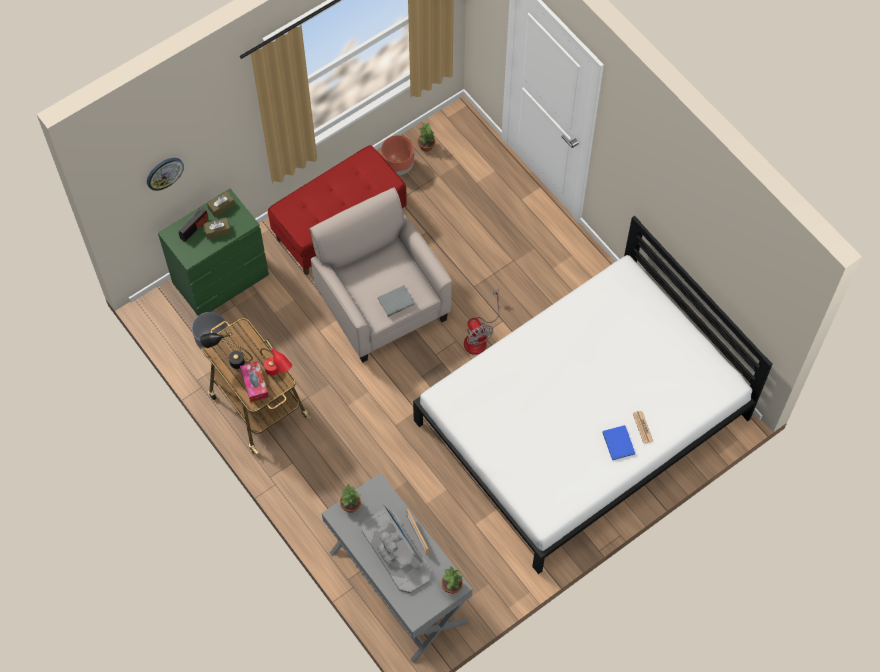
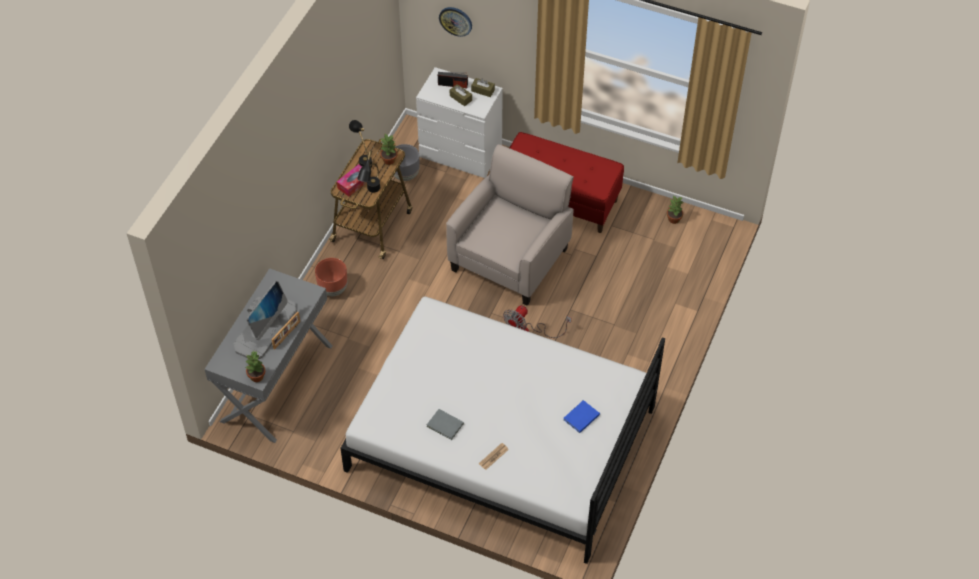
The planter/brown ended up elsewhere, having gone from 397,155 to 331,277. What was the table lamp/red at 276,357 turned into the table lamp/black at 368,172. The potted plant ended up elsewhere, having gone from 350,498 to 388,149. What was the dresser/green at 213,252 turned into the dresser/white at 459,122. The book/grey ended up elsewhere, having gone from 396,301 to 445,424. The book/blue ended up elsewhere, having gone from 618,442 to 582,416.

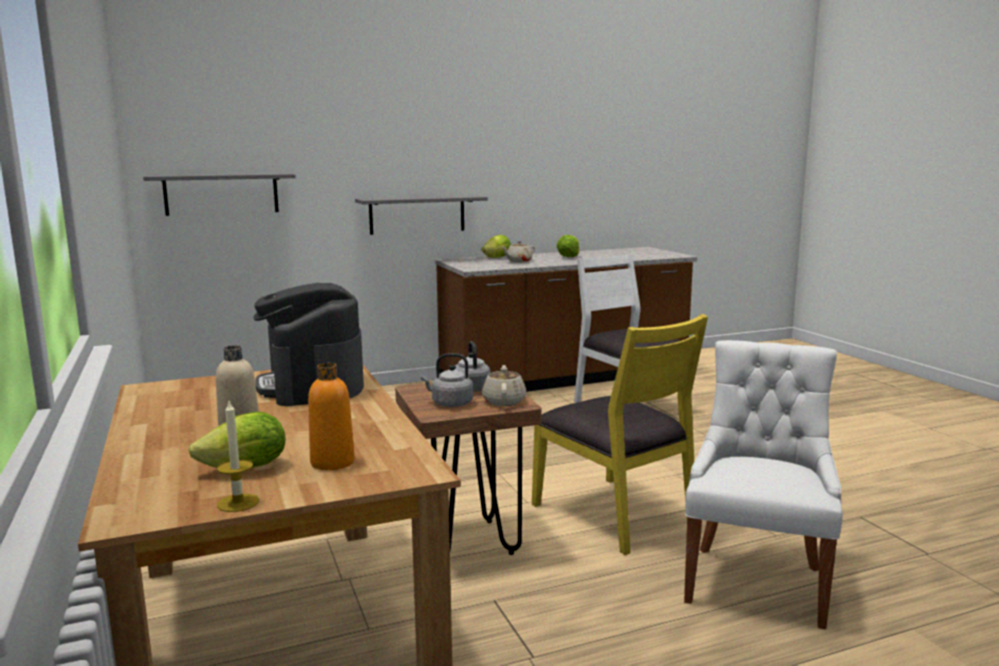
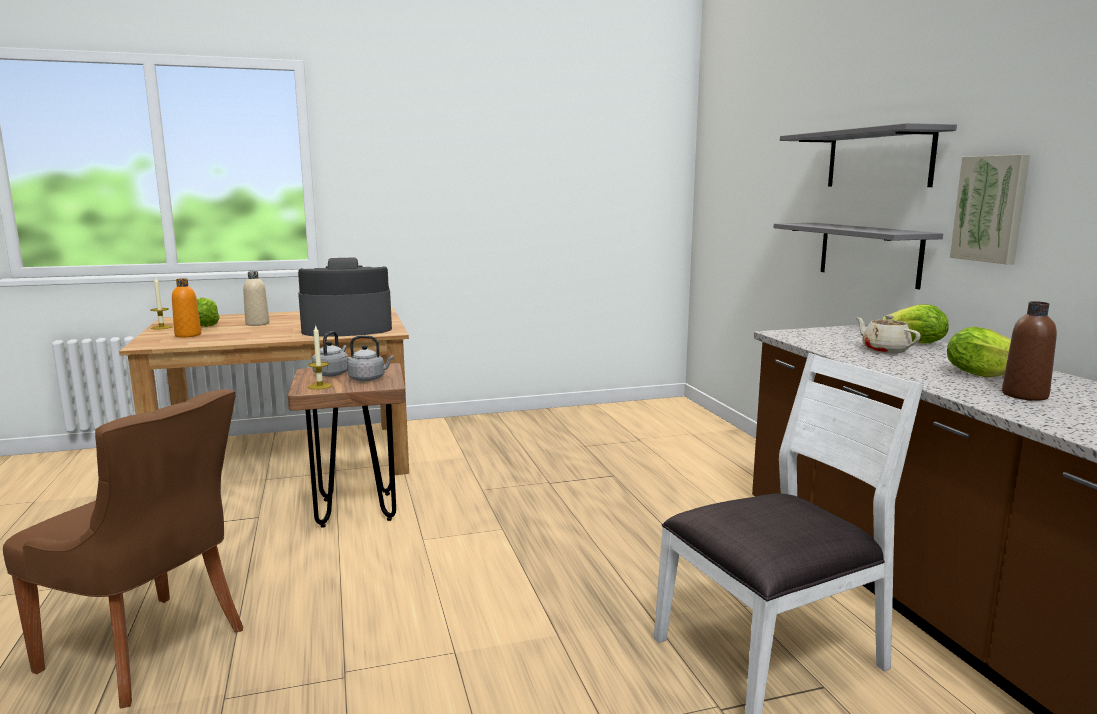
What was the chair/white at 763,484 turned into the chair/brown at 123,548. Where the teapot/beige stood at 504,385, the candle came to stand at 320,357. The shelf/grey ended up elsewhere, having gone from 219,194 to 868,155. The second view gained the picture at 990,209. The second view gained the bottle/brown at 1029,351. The second view lost the chair/yellow at 620,434.

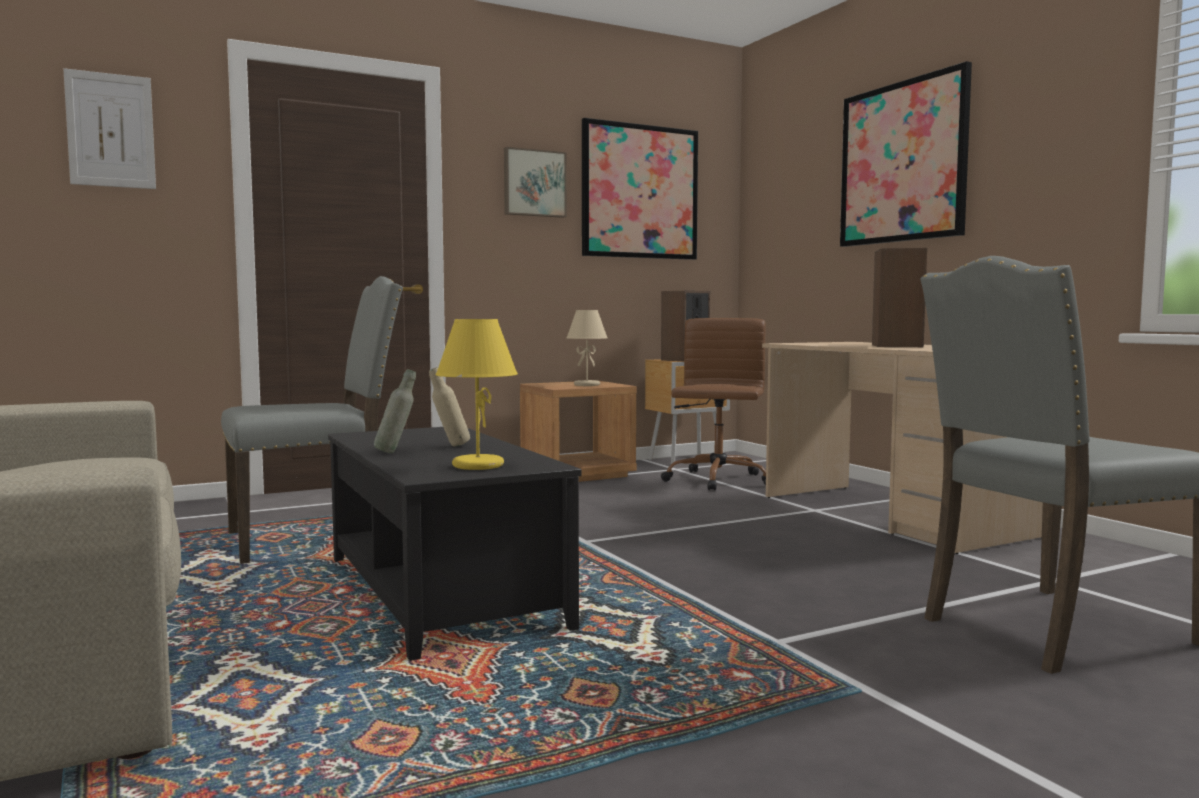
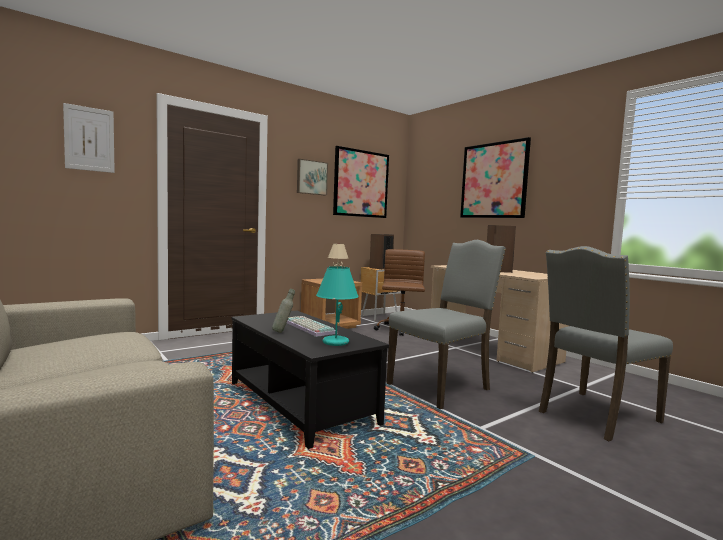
Where the bottle/beige stood at 449,407, the keyboard came to stand at 312,326. What was the table lamp/yellow at 476,394 turned into the table lamp/turquoise at 337,306. The chair/grey ended up elsewhere, having gone from 312,420 to 446,324.

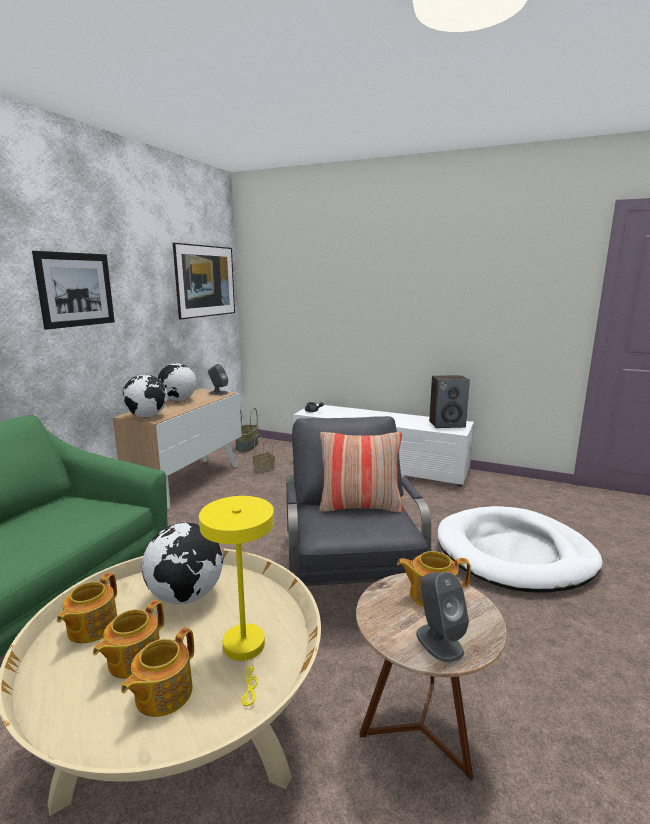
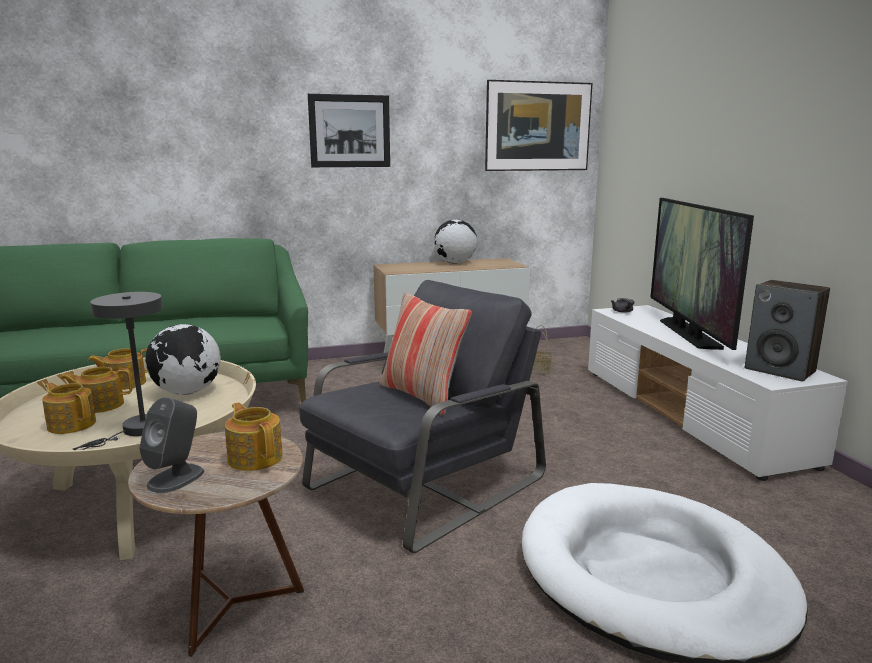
The teapot at 157,672 ended up facing another way, 45 degrees clockwise from before. What was the table lamp/yellow at 236,601 turned into the table lamp/grey at 118,371. The second view gained the television at 702,274. The second view lost the globe at 145,396. The second view lost the speaker/grey at 218,379. The second view lost the basket at 246,430.

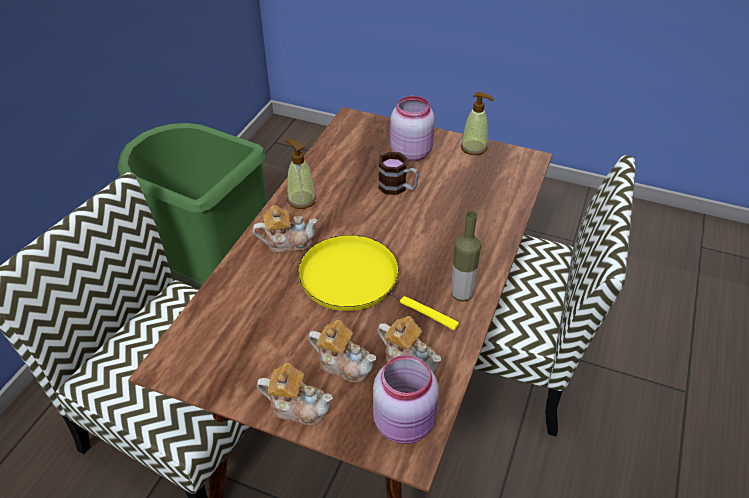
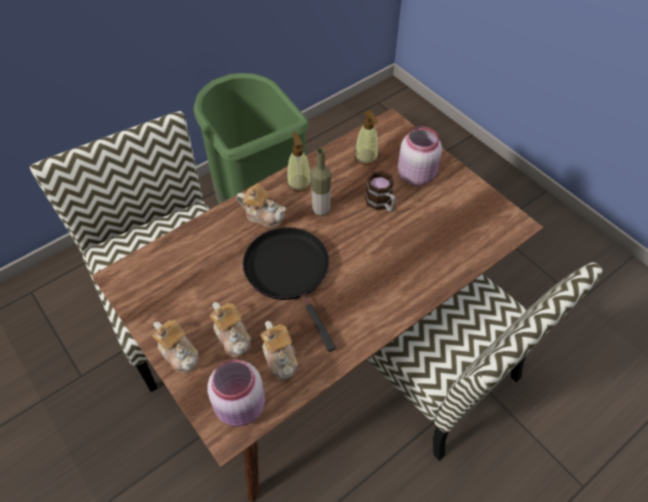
What was the frying pan/yellow at 378,282 turned into the frying pan/black at 289,289. The bottle ended up elsewhere, having gone from 466,256 to 321,182. The soap dispenser ended up elsewhere, having gone from 478,123 to 366,138.

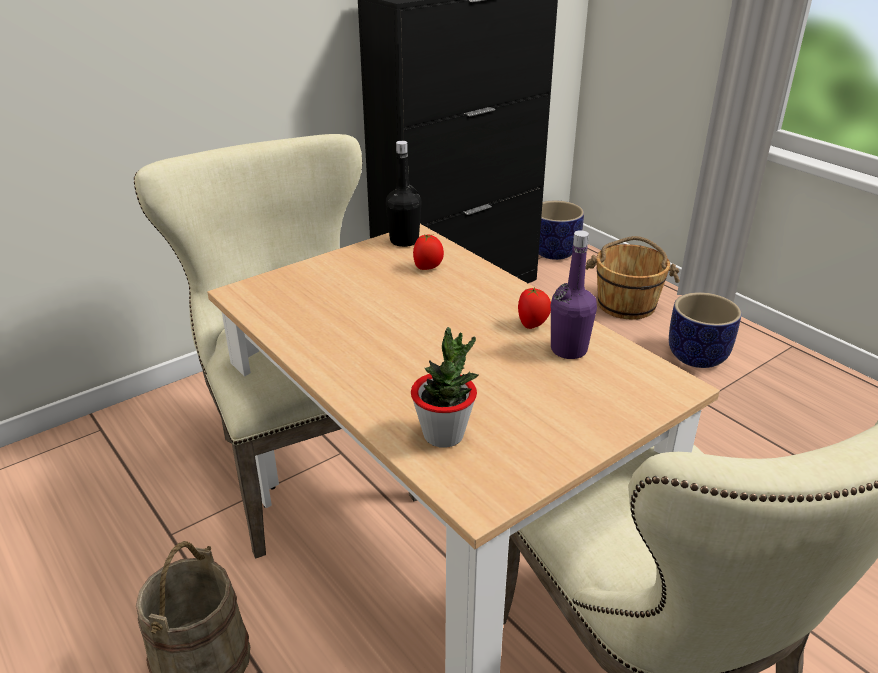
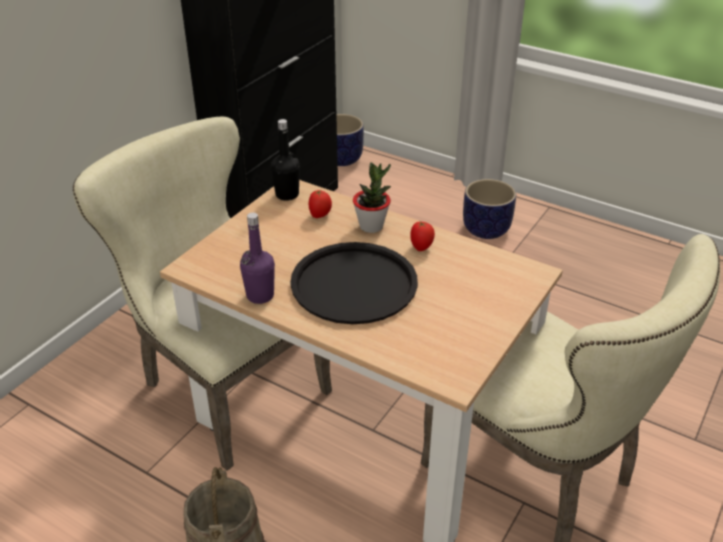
The bottle/purple ended up elsewhere, having gone from 574,294 to 257,258. The second view gained the tray/black at 354,283. The potted plant ended up elsewhere, having gone from 444,387 to 372,197. The second view lost the bucket/brown at 632,278.

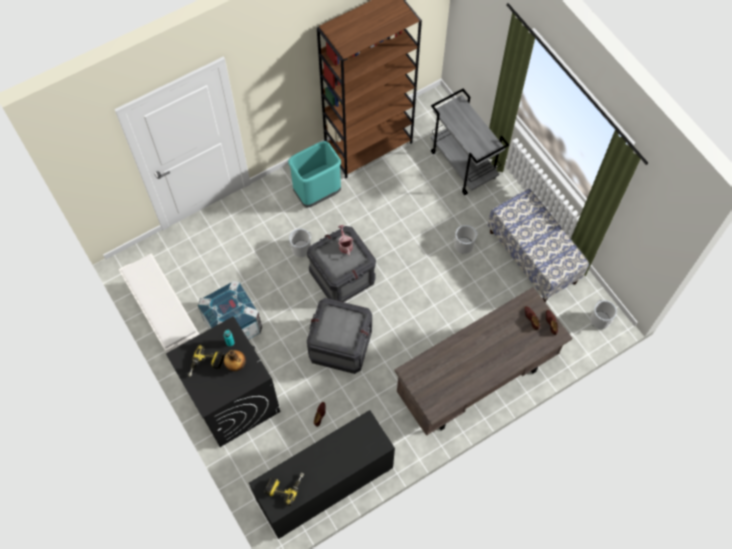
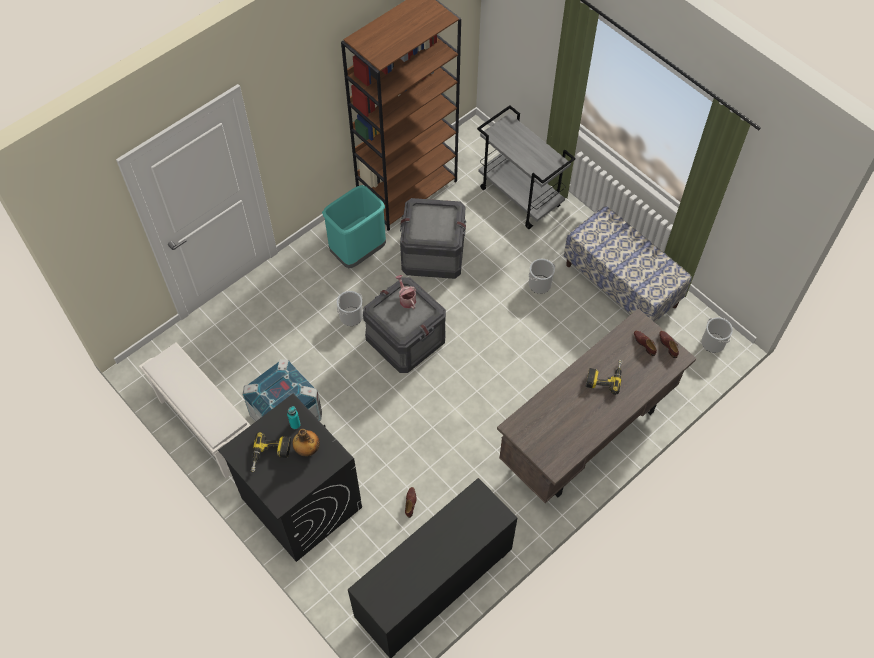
The crate ended up elsewhere, having gone from 339,336 to 433,238. The power drill ended up elsewhere, having gone from 284,489 to 604,377.

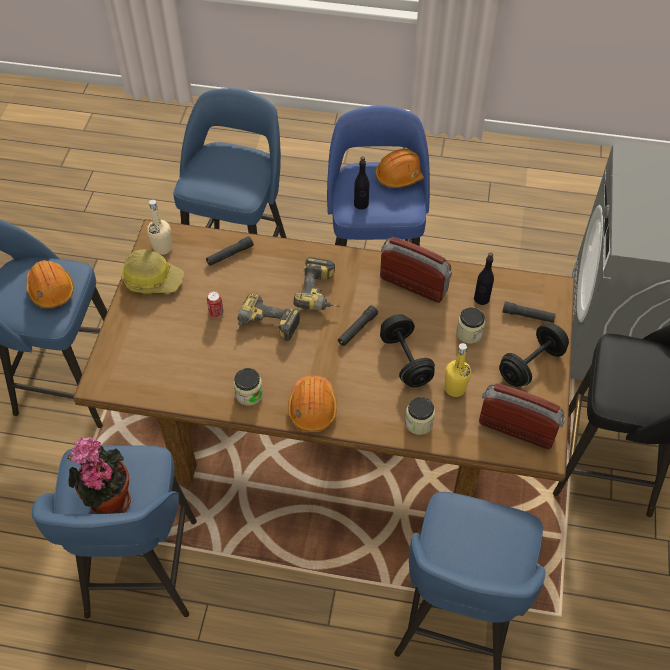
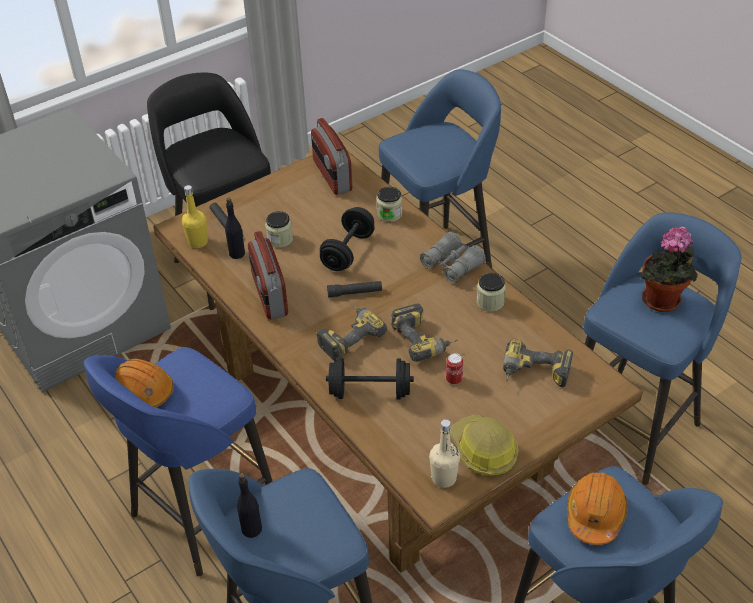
The bottle/yellow ended up elsewhere, having gone from 458,370 to 195,216. The bottle/black ended up elsewhere, having gone from 361,183 to 249,505. The dumbbell/black ended up elsewhere, having gone from 534,355 to 370,378. Where the hard hat/orange stood at 312,404, the binoculars/grey came to stand at 453,257. The second view gained the power drill at 538,363. The second view lost the flashlight/black at 230,251.

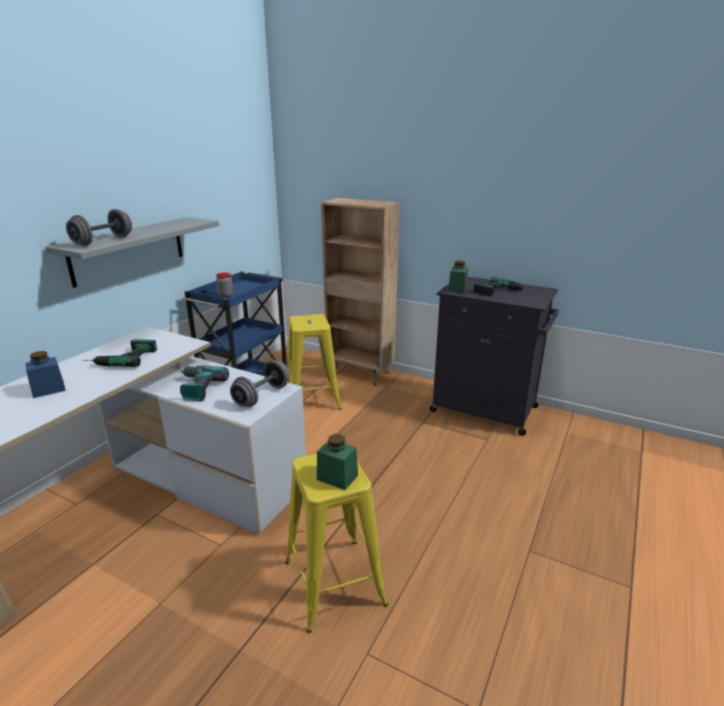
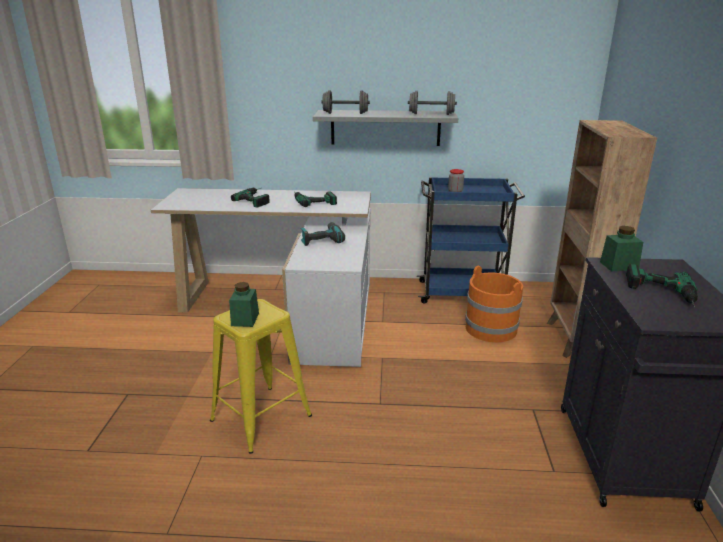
Where the jar/blue stood at 46,374, the power drill came to stand at 250,198. The dumbbell/grey ended up elsewhere, having gone from 260,383 to 432,103. Where the stool/yellow stood at 314,362, the bucket/orange came to stand at 494,304.

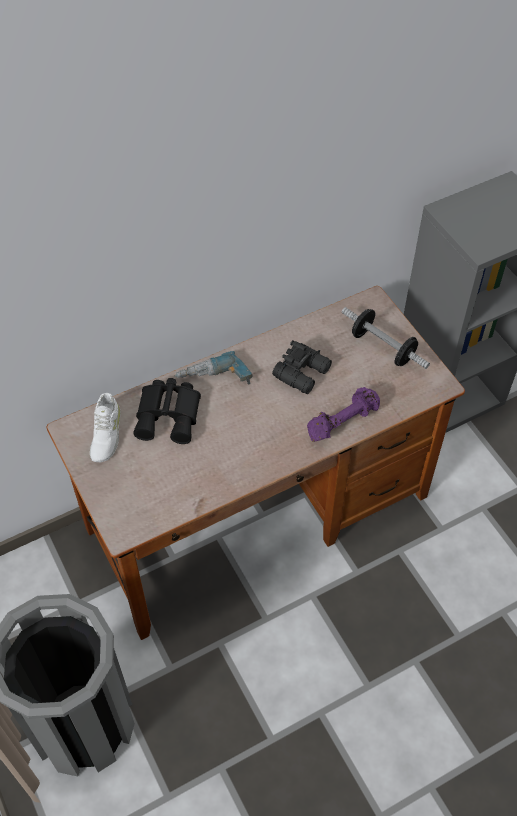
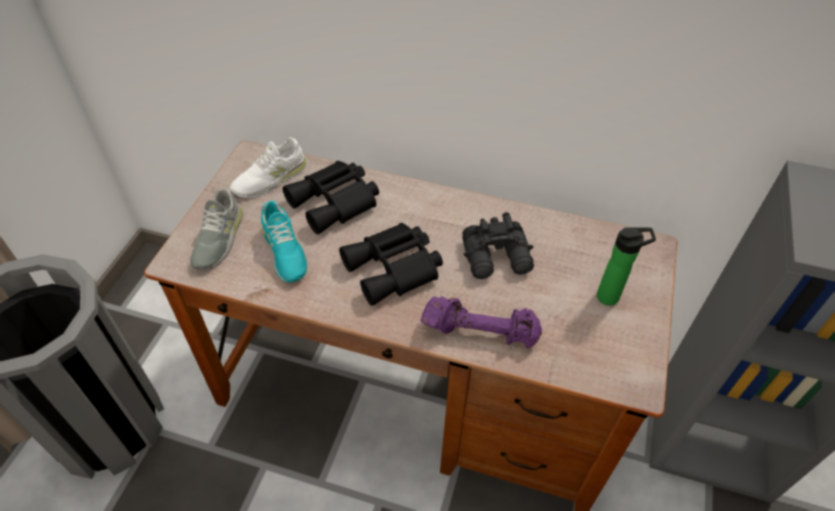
The second view gained the shoe/grey at 216,229. The second view gained the shoe/turquoise at 284,242. The second view gained the binoculars/black at 391,264. Where the dumbbell stood at 386,338, the bottle came to stand at 626,266. The second view lost the power drill at 213,367.

